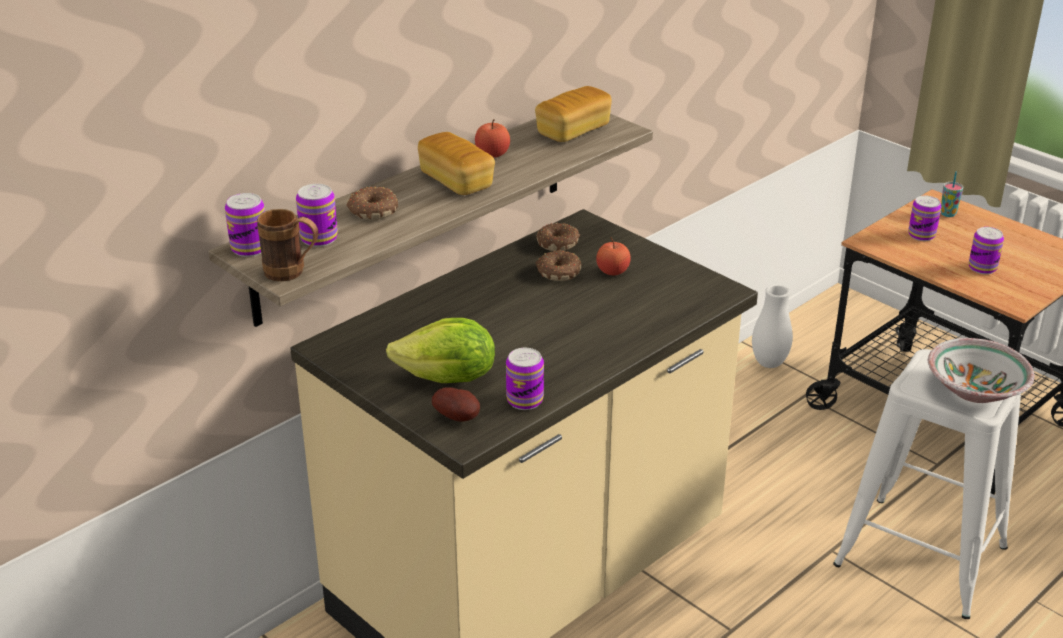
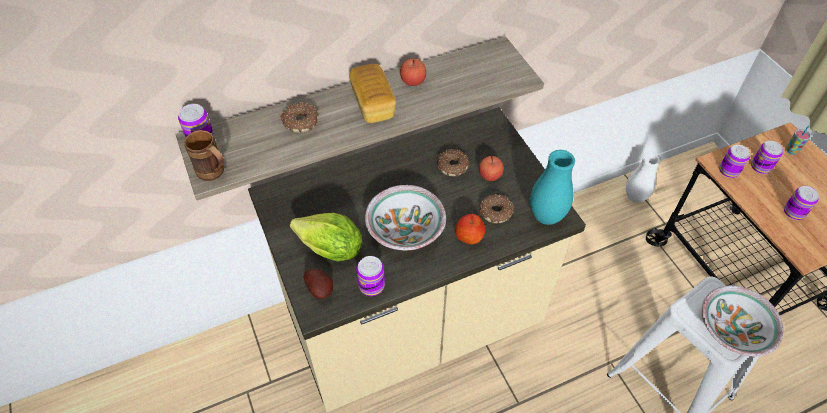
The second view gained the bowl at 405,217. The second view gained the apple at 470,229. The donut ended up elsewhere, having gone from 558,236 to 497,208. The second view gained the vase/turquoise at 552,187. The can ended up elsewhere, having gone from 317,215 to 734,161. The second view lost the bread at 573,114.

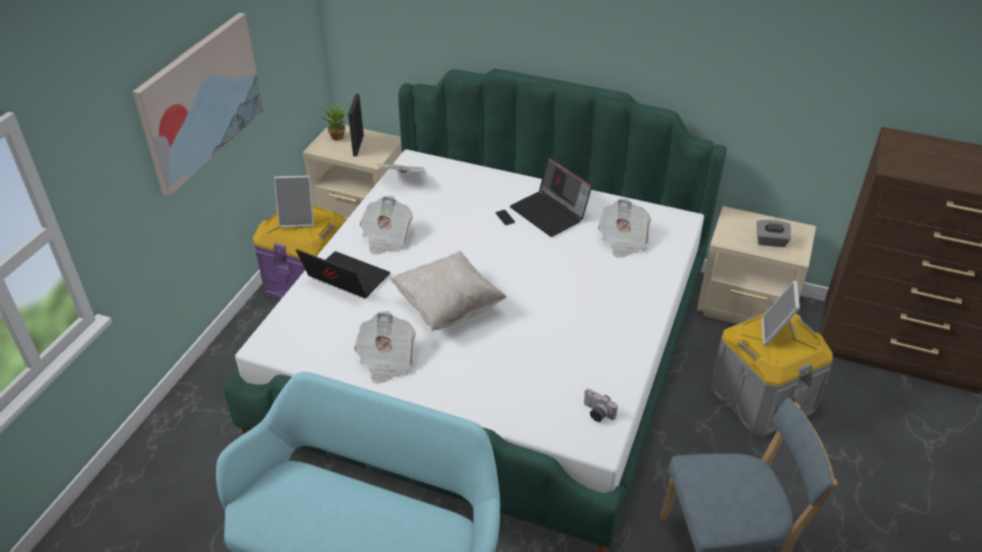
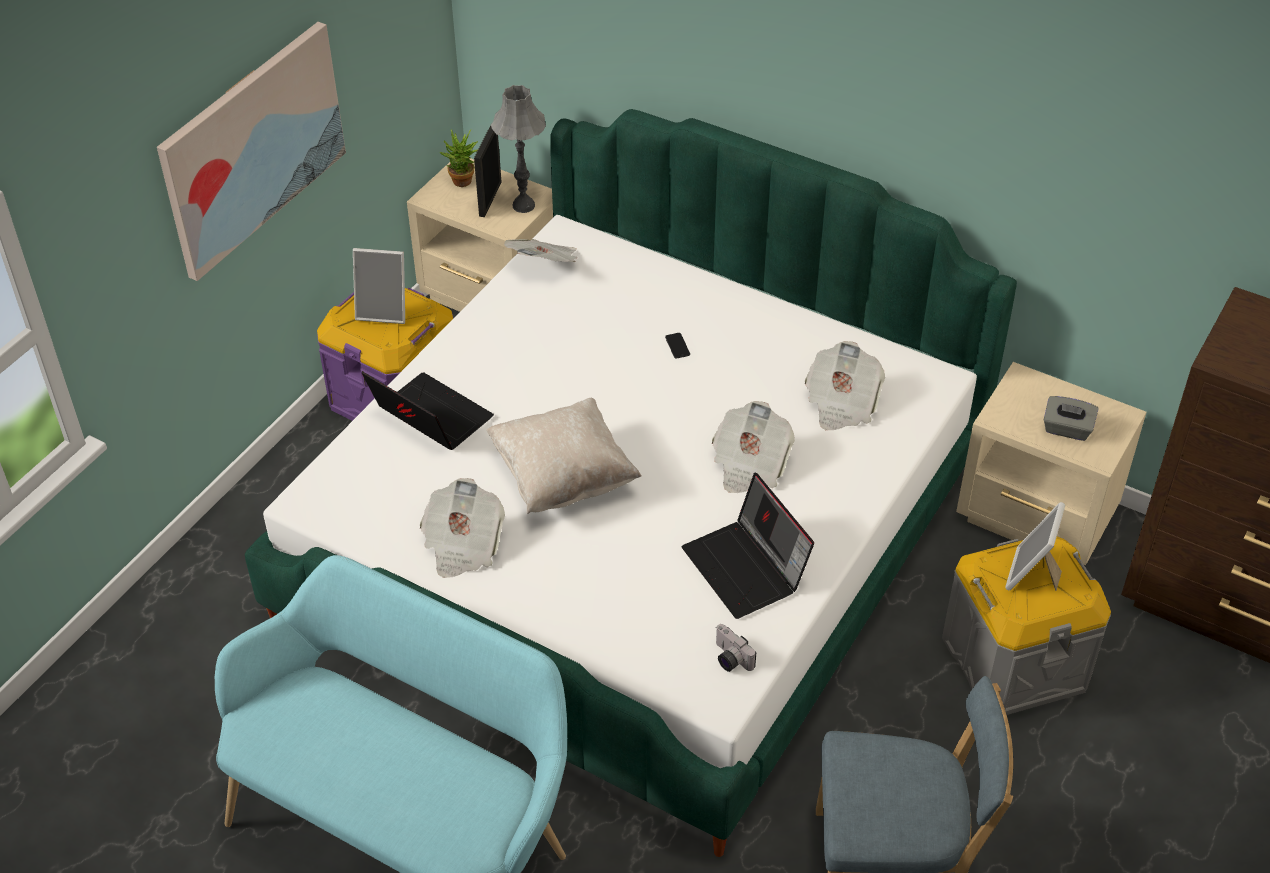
The second view gained the table lamp/grey at 518,149. The laptop ended up elsewhere, having gone from 551,196 to 748,545. The newspaper ended up elsewhere, having gone from 386,225 to 753,447.

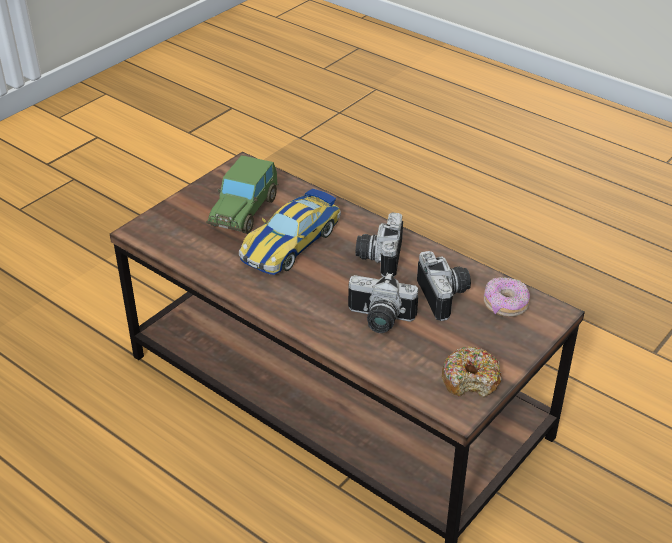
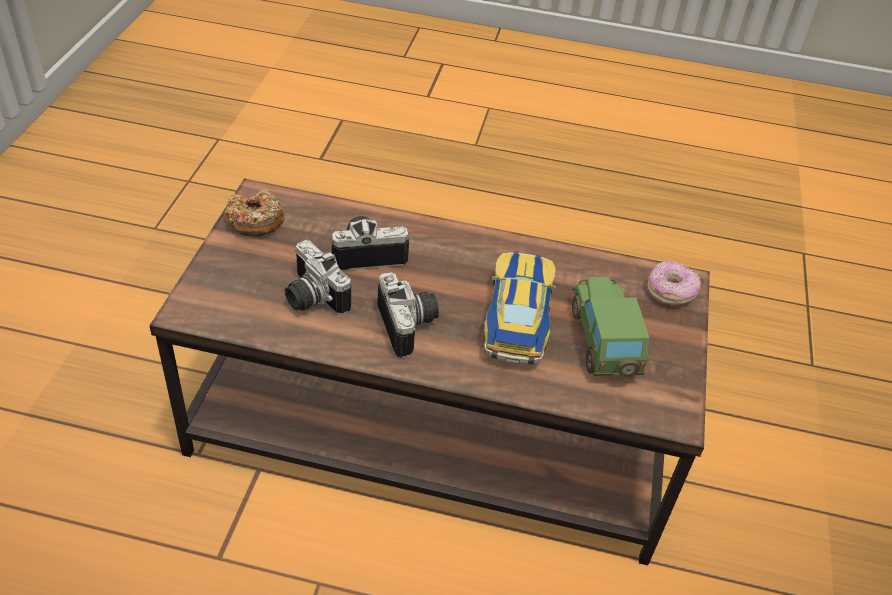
The donut ended up elsewhere, having gone from 507,297 to 674,283.

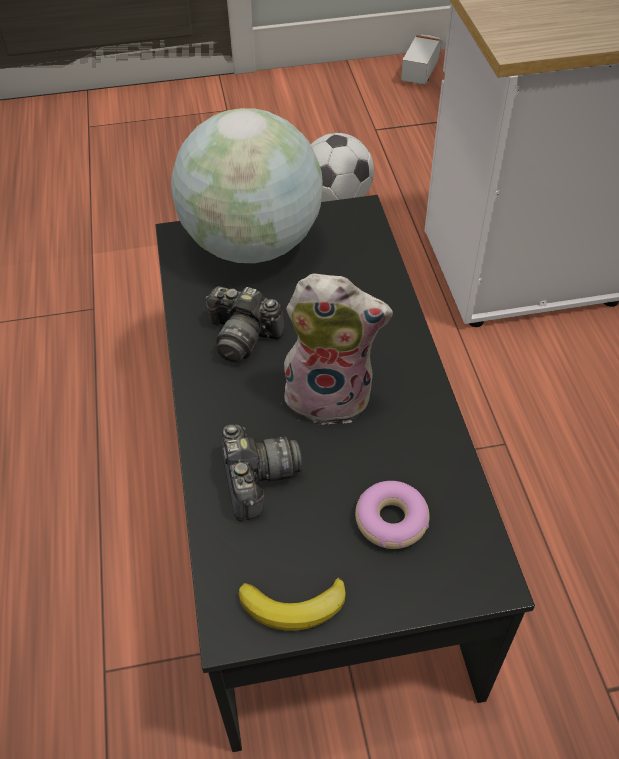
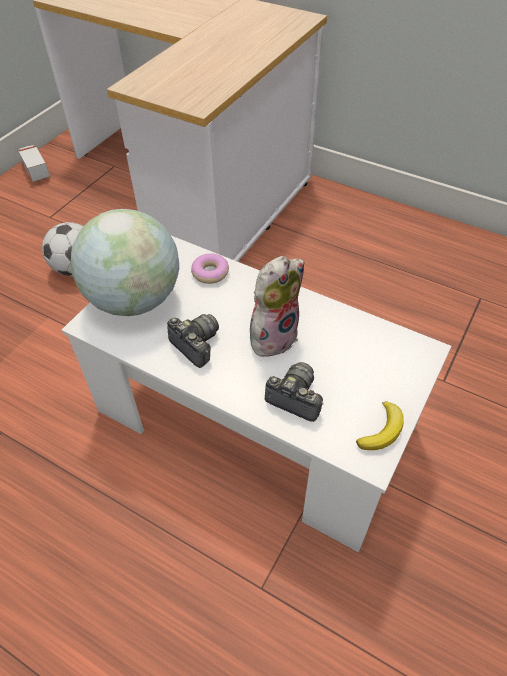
What was the coffee table/black at 345,473 turned into the coffee table/white at 256,394. The photo camera at 245,324 ended up facing another way, 105 degrees counterclockwise from before. The donut ended up elsewhere, having gone from 392,515 to 210,268.

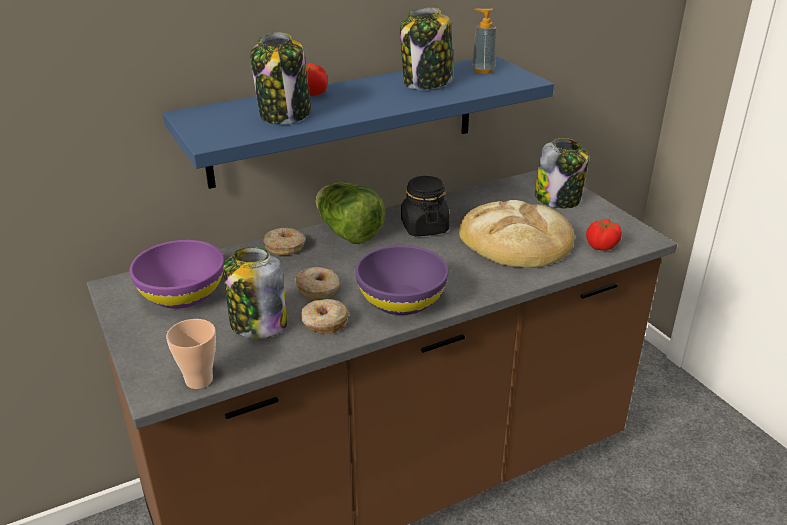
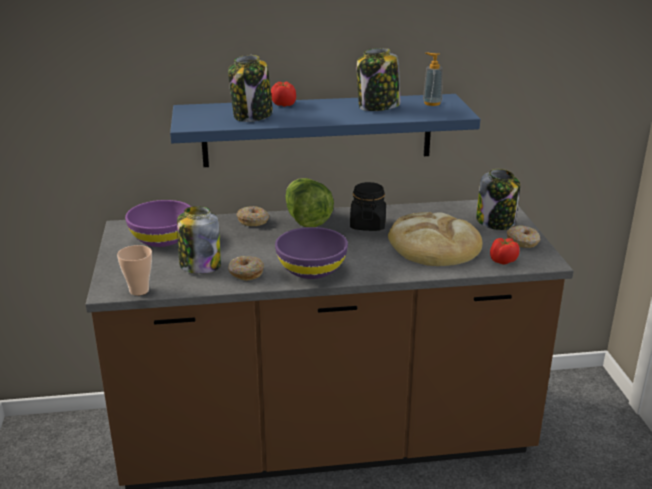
The donut ended up elsewhere, having gone from 317,283 to 523,236.

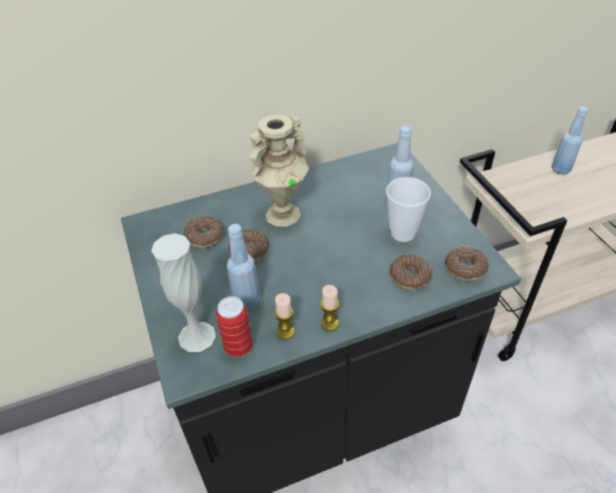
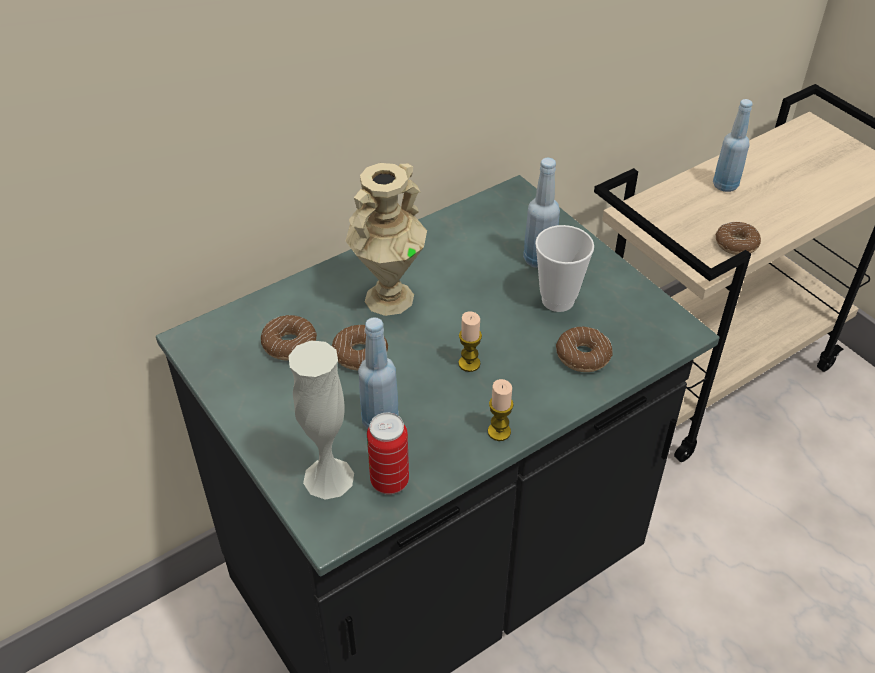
The candle ended up elsewhere, having gone from 285,316 to 470,341. The donut ended up elsewhere, having gone from 467,263 to 738,238.

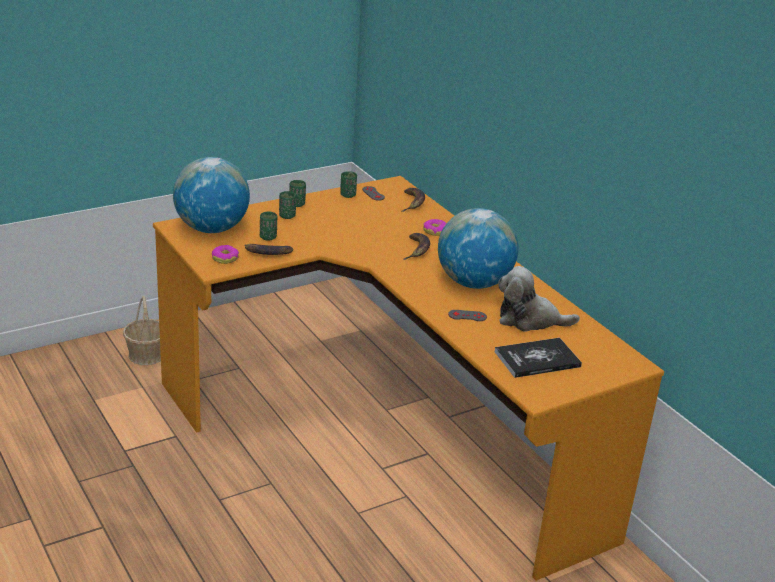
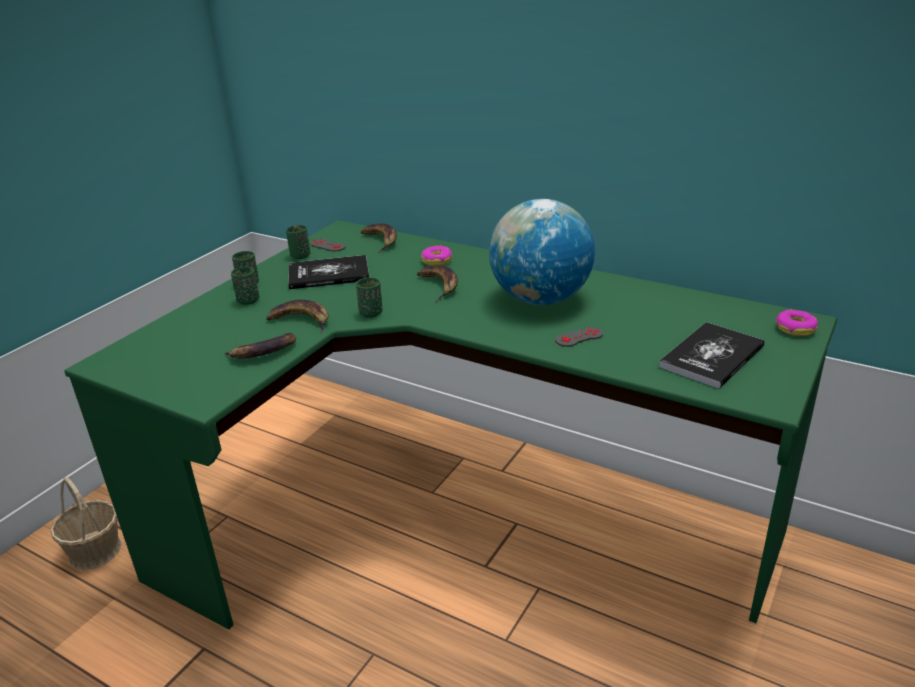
What was the desk/orange at 408,378 turned into the desk/green at 450,424. The second view gained the banana at 297,316. The second view gained the book at 329,272. The cup/green ended up elsewhere, having gone from 268,226 to 369,298. The donut ended up elsewhere, having gone from 225,254 to 797,323. The second view lost the globe at 211,195. The second view lost the plush toy at 539,299.

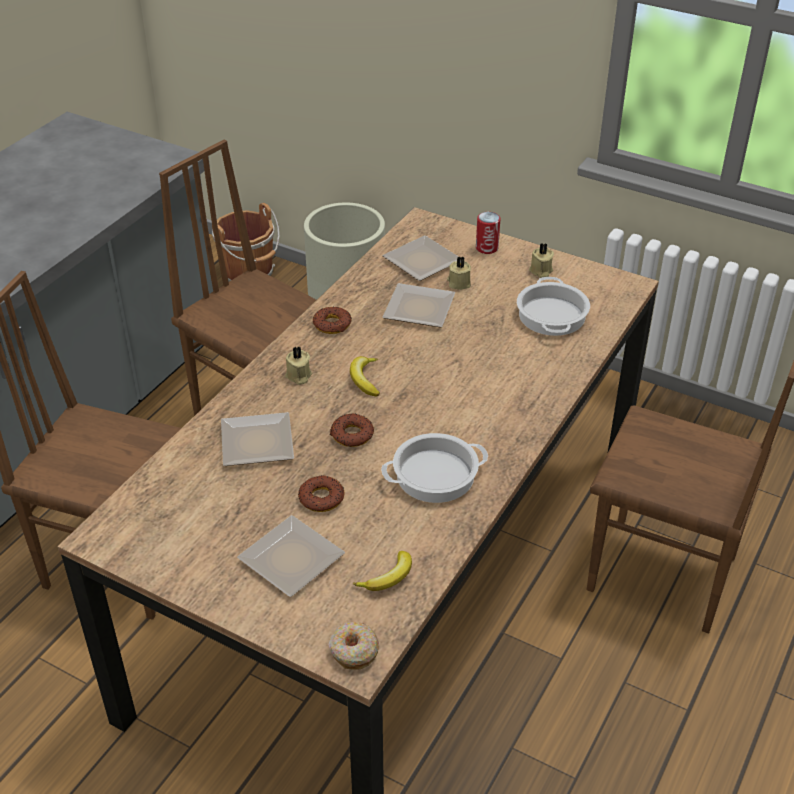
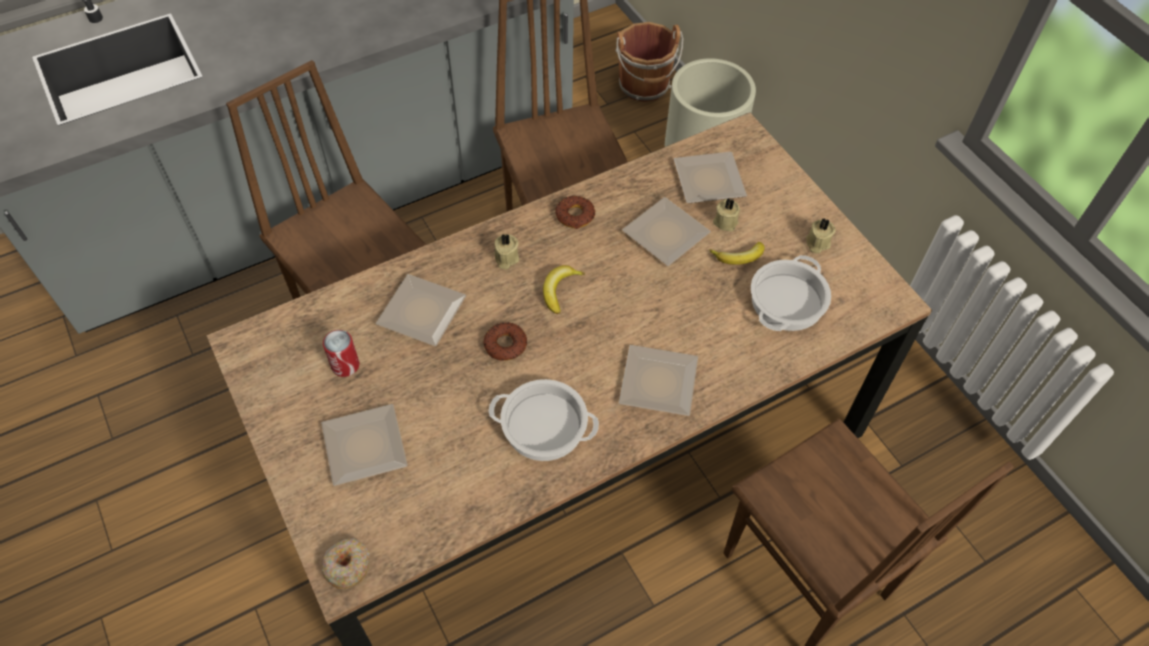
The can ended up elsewhere, having gone from 488,233 to 341,353. The second view gained the plate at 658,380. The banana ended up elsewhere, having gone from 382,571 to 737,253. The second view lost the donut at 321,493.

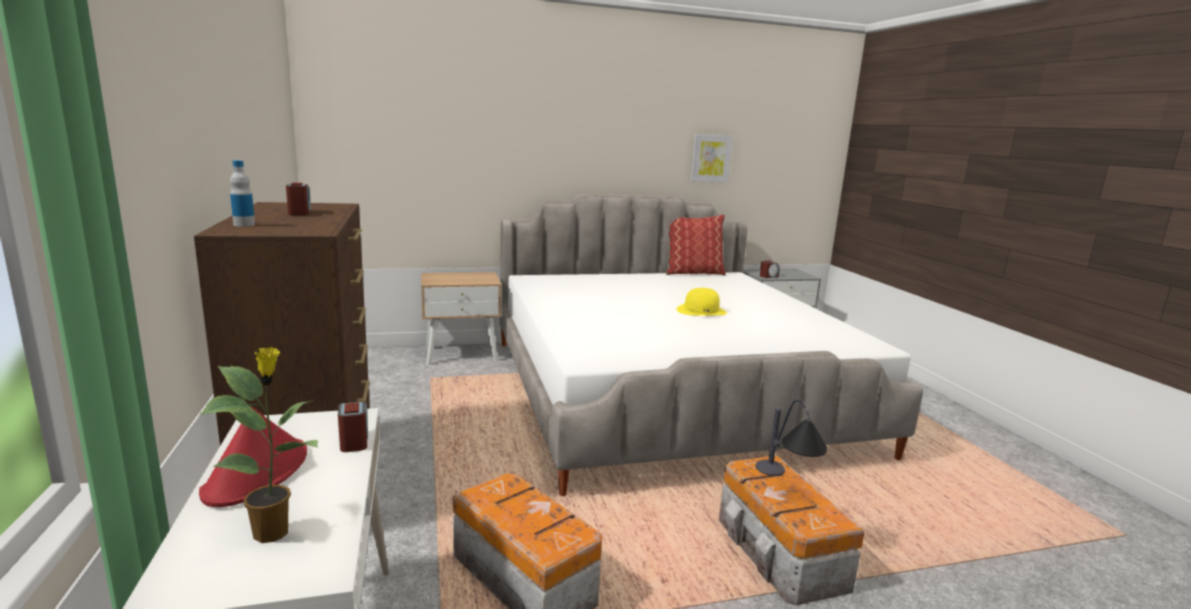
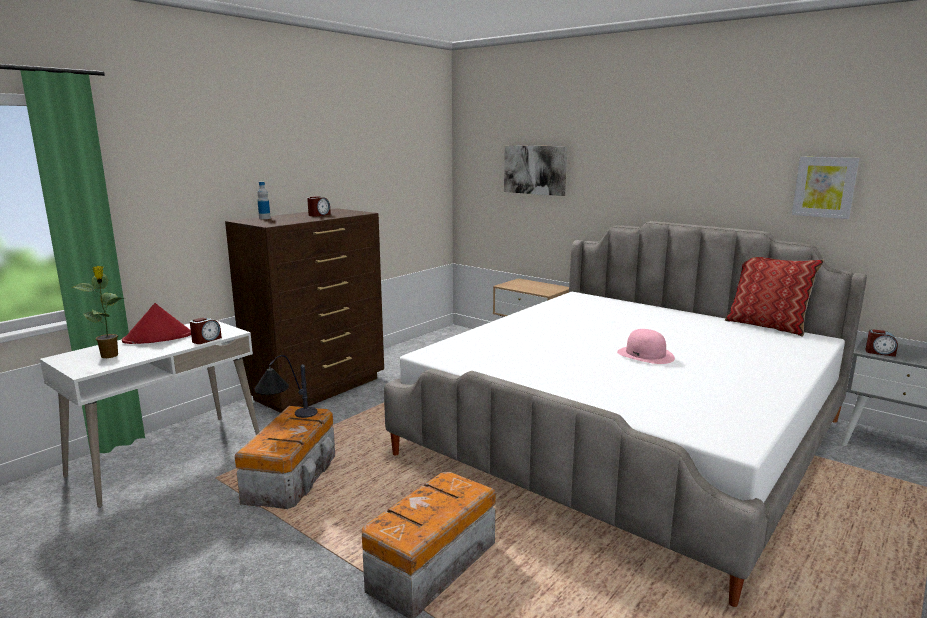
The table lamp ended up elsewhere, having gone from 791,438 to 285,386. The second view gained the picture at 535,170. What was the hat/yellow at 701,302 turned into the hat/pink at 646,346.

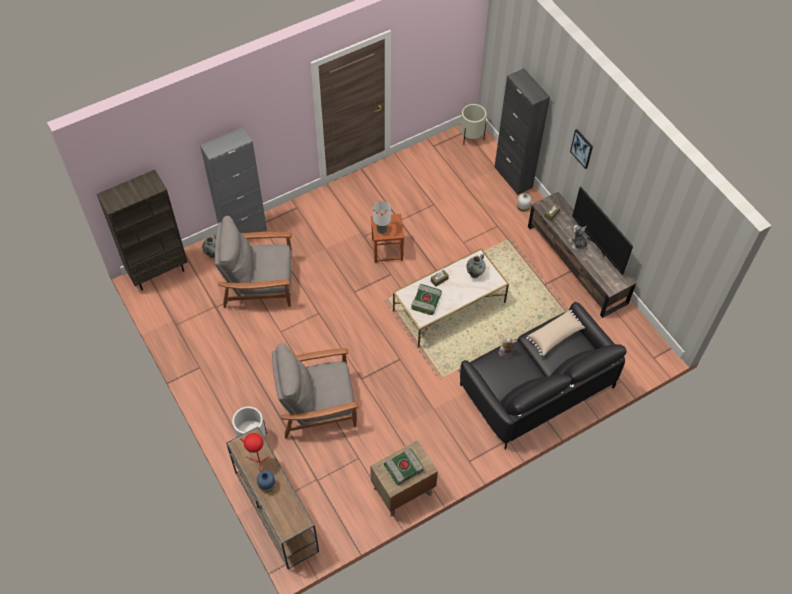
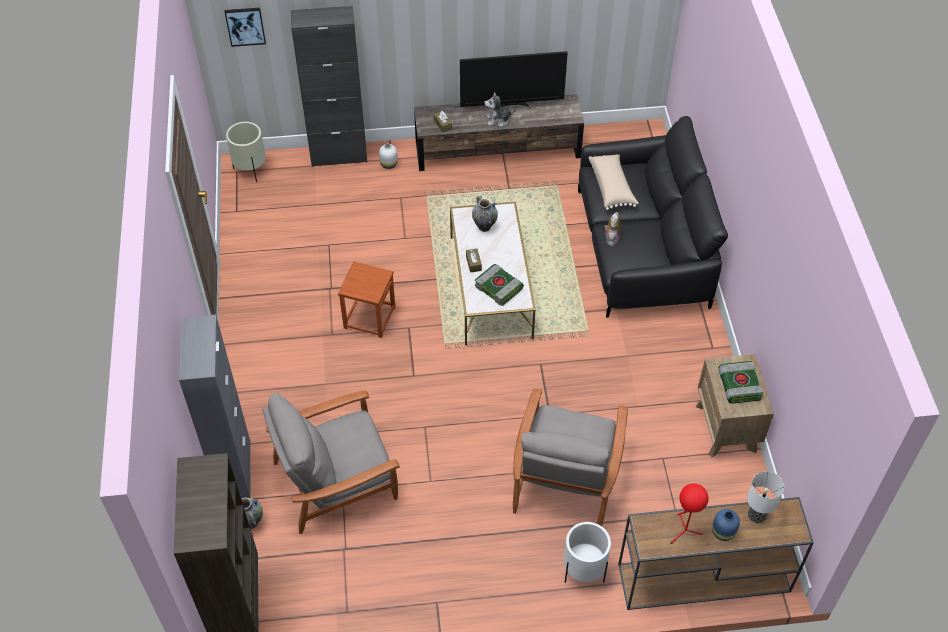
The picture ended up elsewhere, having gone from 581,149 to 245,27. The armchair/grey at 254,262 ended up facing another way, 45 degrees clockwise from before. The table lamp ended up elsewhere, having gone from 382,217 to 765,497.

